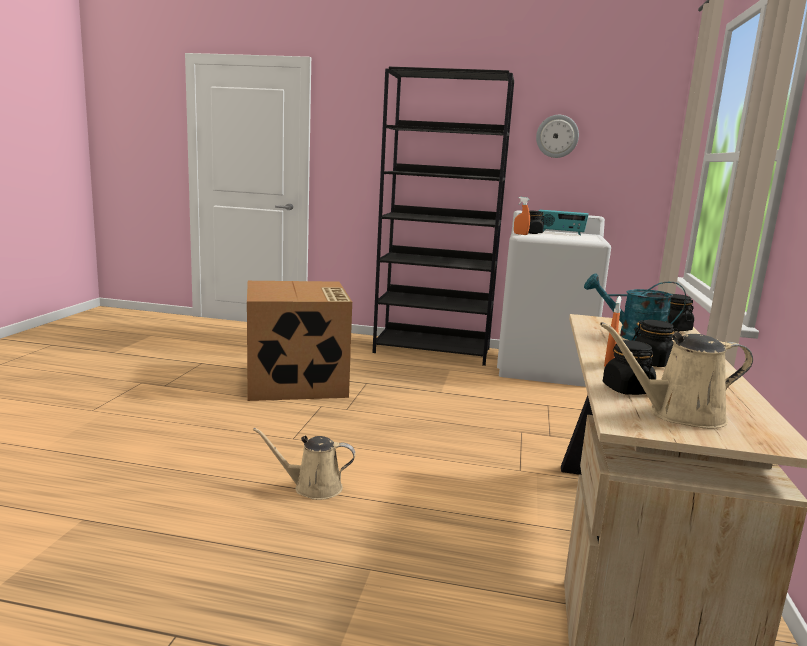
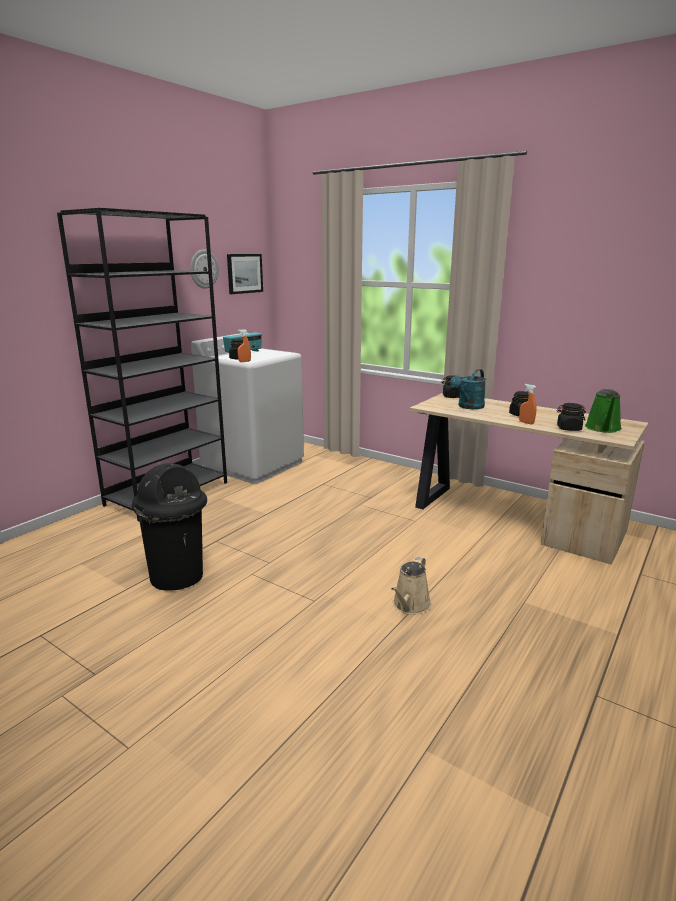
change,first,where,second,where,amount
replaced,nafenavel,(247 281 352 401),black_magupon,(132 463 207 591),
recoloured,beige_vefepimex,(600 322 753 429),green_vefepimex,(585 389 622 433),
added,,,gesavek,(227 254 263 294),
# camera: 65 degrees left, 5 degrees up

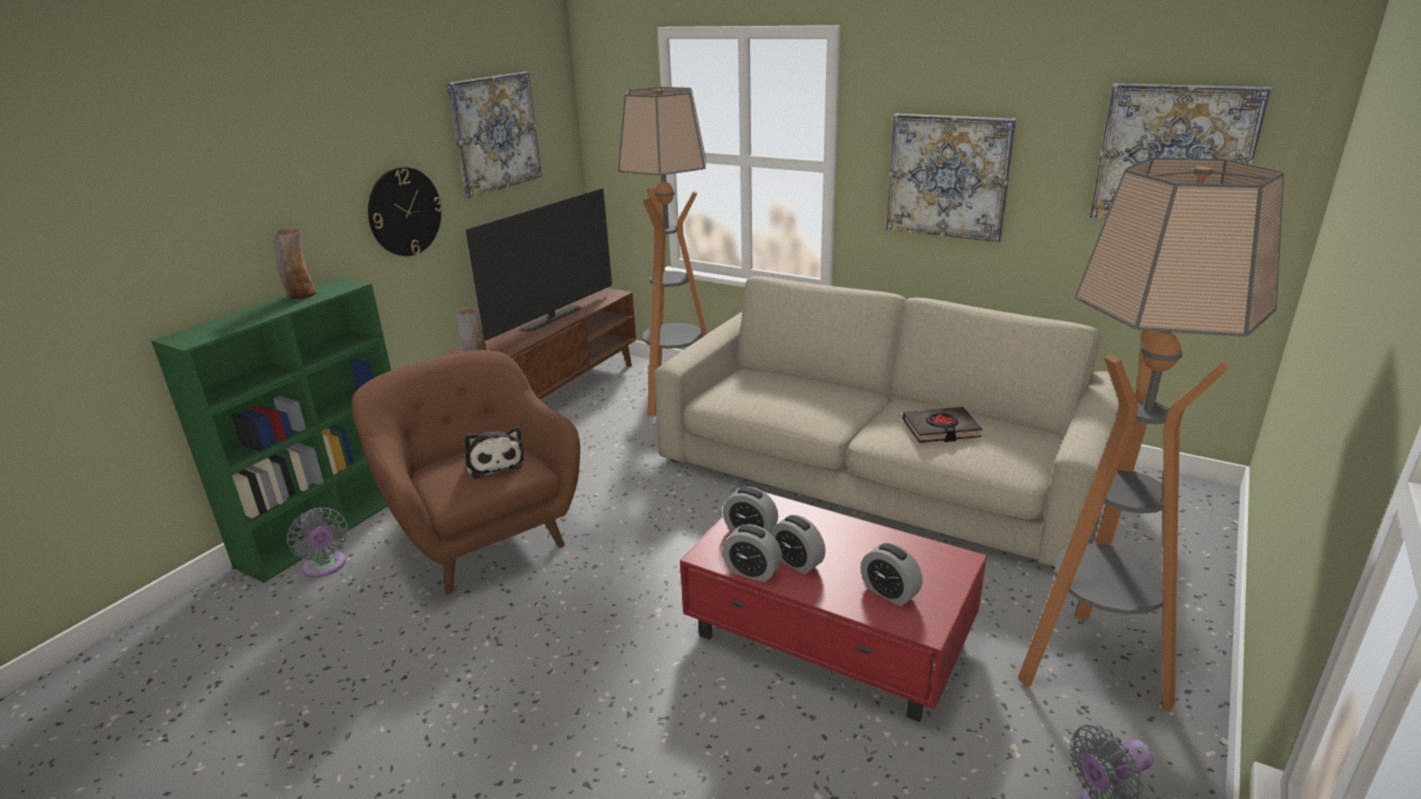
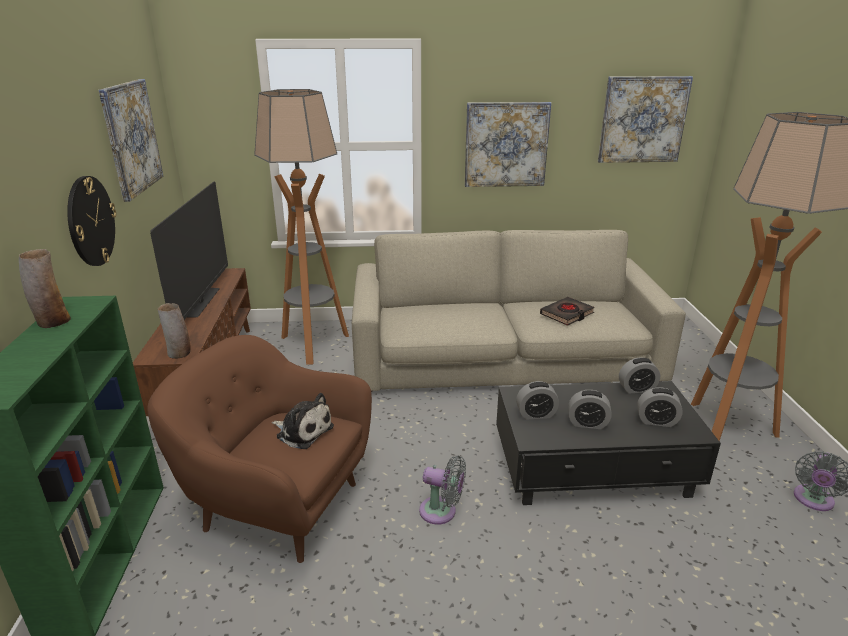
change,first,where,second,where,amount
recoloured,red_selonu,(680 492 987 722),black_selonu,(496 381 721 505),
moved,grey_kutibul,(286 507 348 578),,(419 456 466 525),
moved,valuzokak,(722 524 782 582),,(619 357 660 393),
# camera: 35 degrees left, 0 degrees up

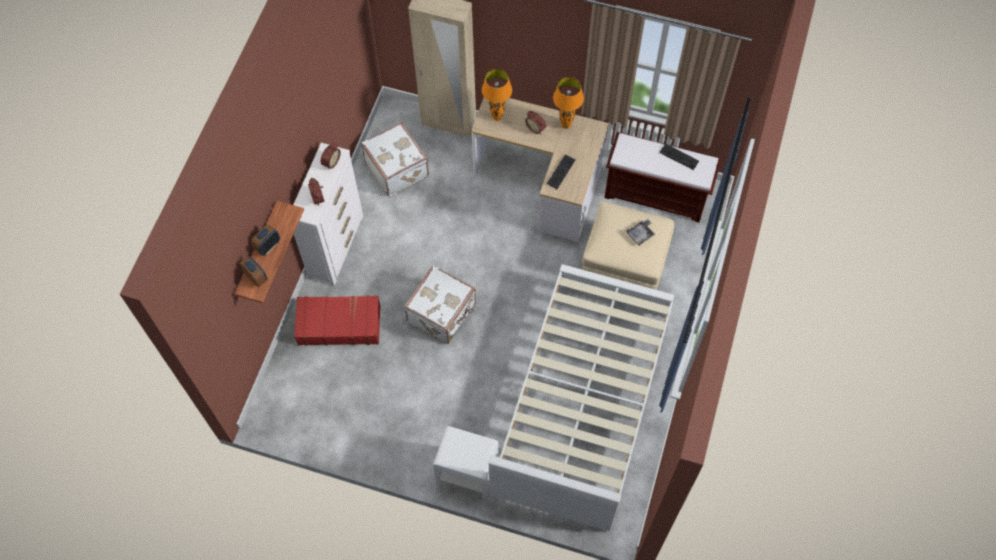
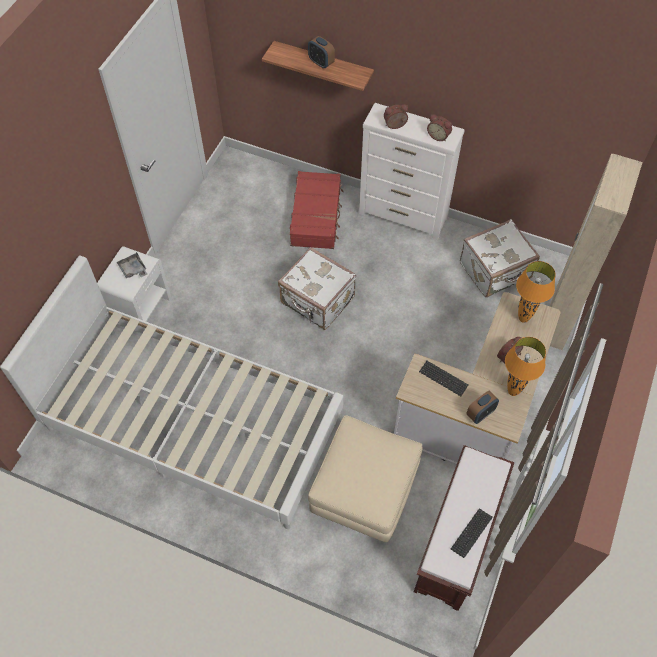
change,first,where,second,where,amount
moved,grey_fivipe,(626 219 655 246),,(117 252 147 278),
moved,valuzokak,(240 256 268 287),,(466 391 499 424),
# camera: 95 degrees right, 5 degrees down

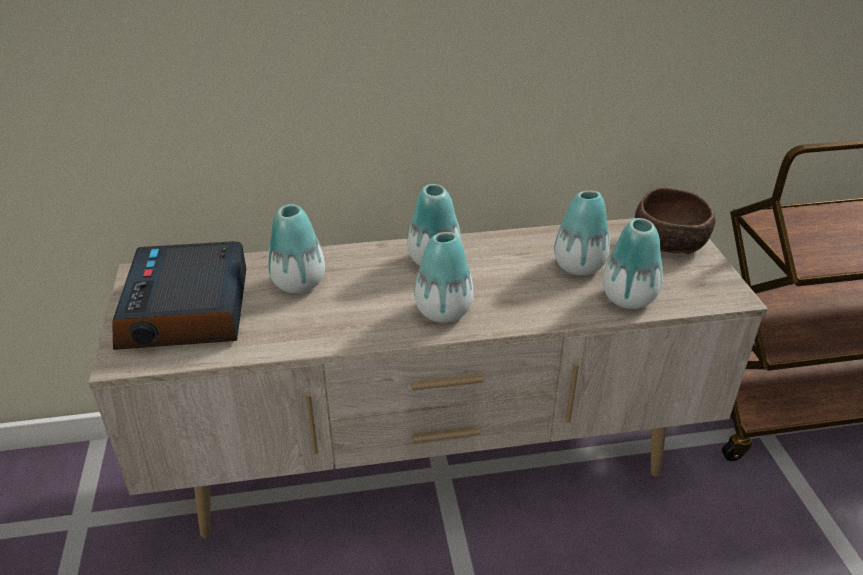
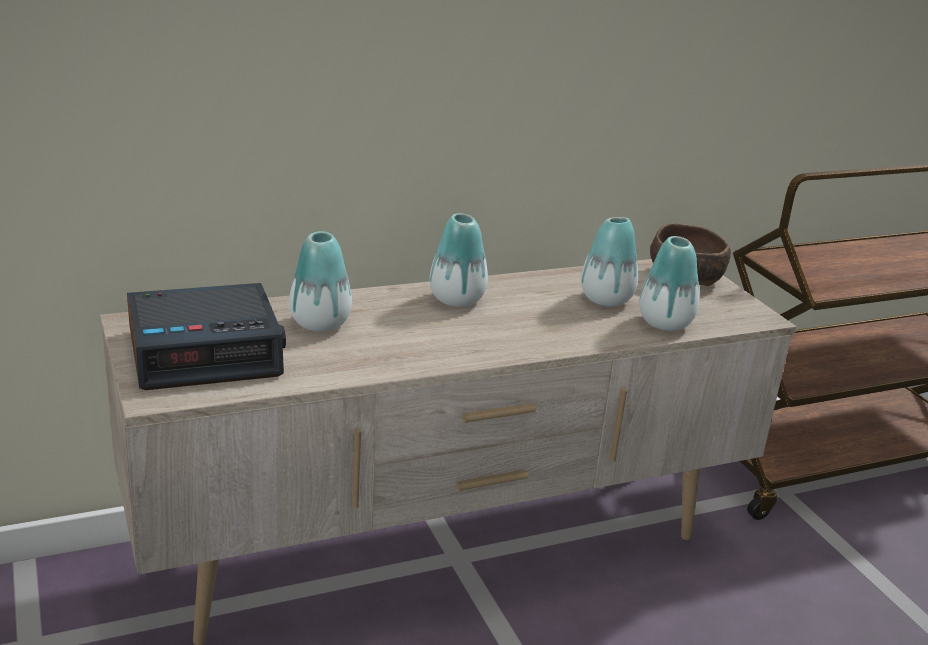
change,first,where,second,where,amount
removed,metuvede,(414 232 474 323),,,
turned,valuzokak,(112 241 246 350),,(127 283 286 390),90 degrees counterclockwise
# camera: 15 degrees left, 10 degrees down

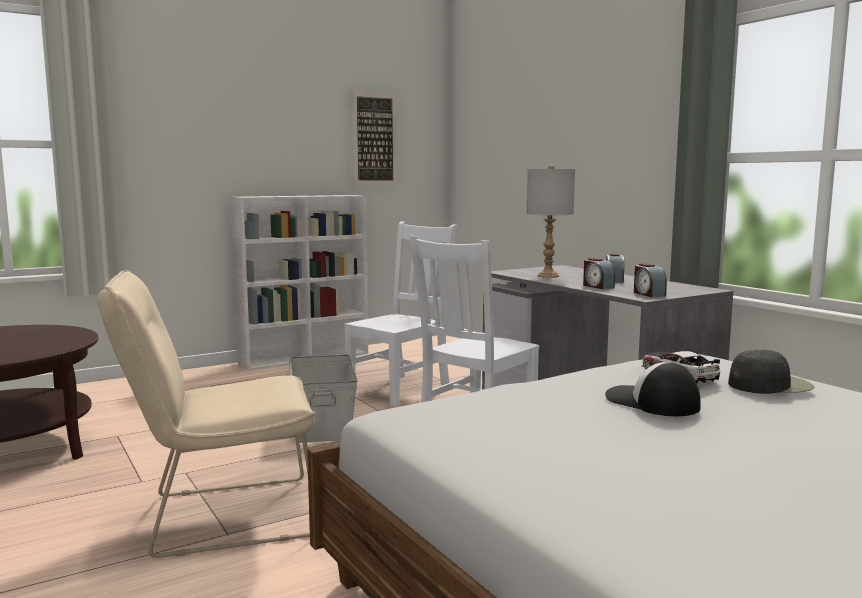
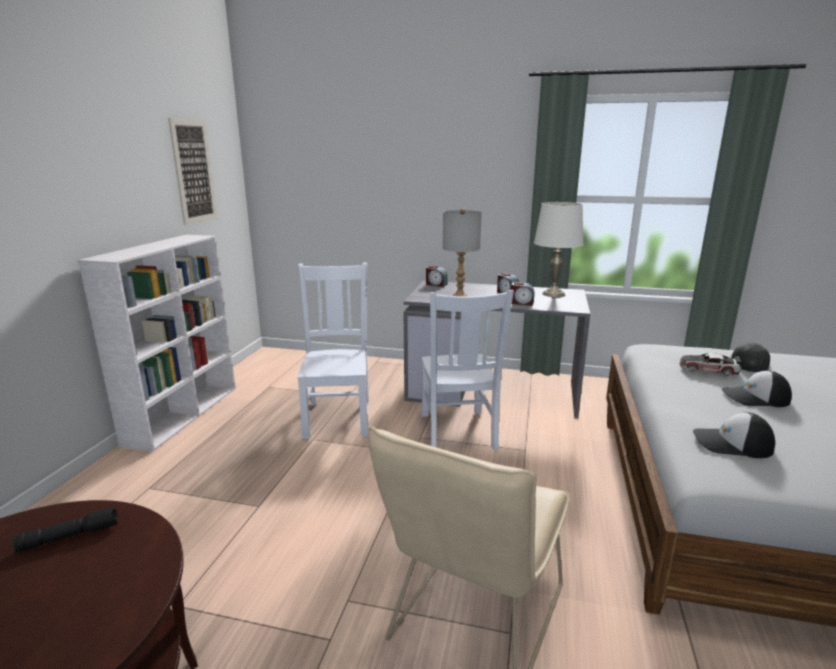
change,first,where,second,where,amount
moved,valuzokak,(634 264 667 297),,(426 266 448 287),
removed,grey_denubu,(289 354 358 443),,,
added,,,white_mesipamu,(534 202 584 297),
added,,,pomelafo,(693 412 775 458),
added,,,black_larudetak,(12 507 118 552),
# camera: 45 degrees left, 10 degrees up

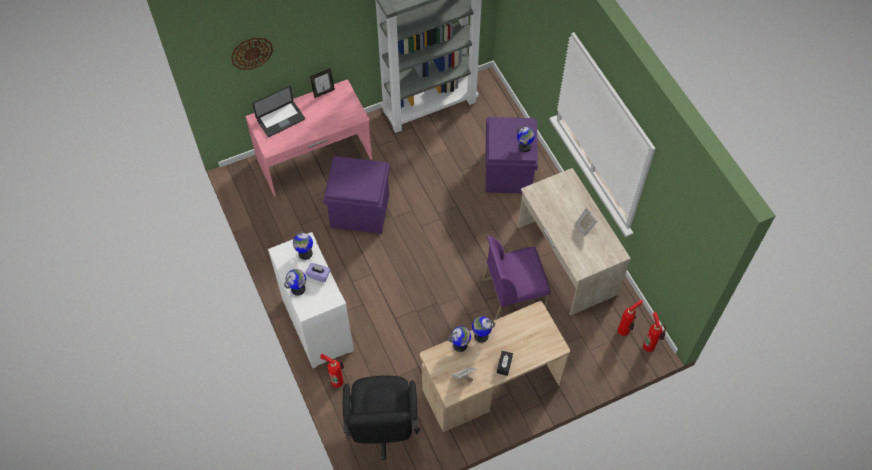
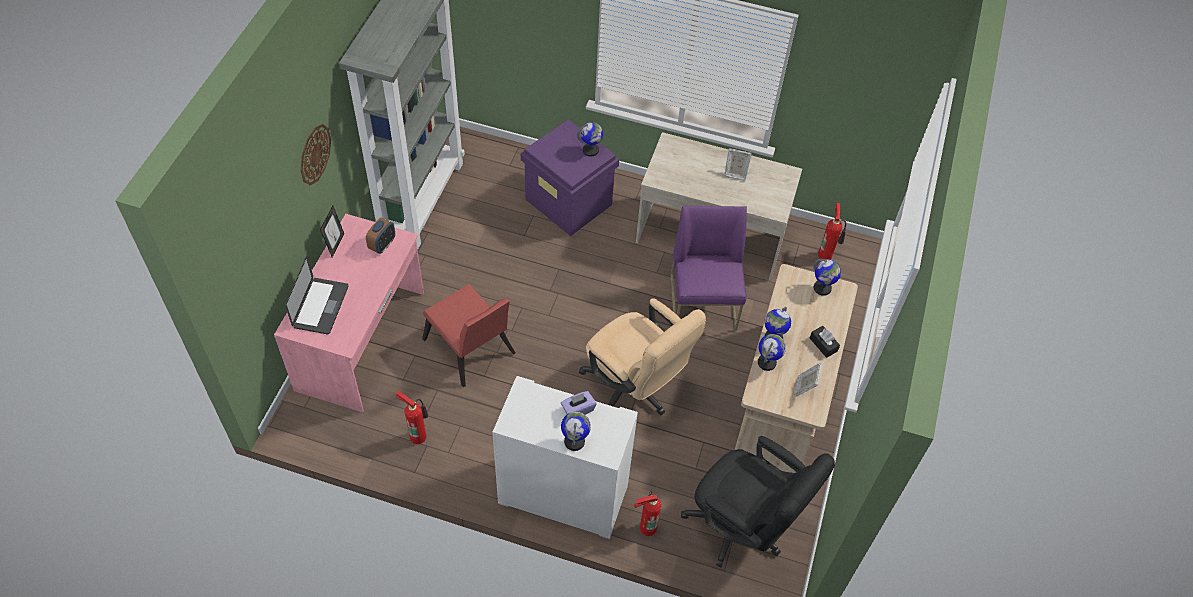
change,first,where,second,where,amount
moved,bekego,(231 37 273 70),,(301 124 331 186),
replaced,purple_denubu,(323 156 390 234),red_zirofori,(422 284 516 388),
moved,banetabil,(293 230 313 260),,(813 259 841 296),
turned,purple_zirofori,(482 236 550 320),,(671 206 747 331),150 degrees clockwise
moved,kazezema,(643 312 666 352),,(396 391 428 444),
added,,,valuzokak,(366 218 395 254),
added,,,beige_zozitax,(579 298 706 415),
# camera: 50 degrees left, 5 degrees down

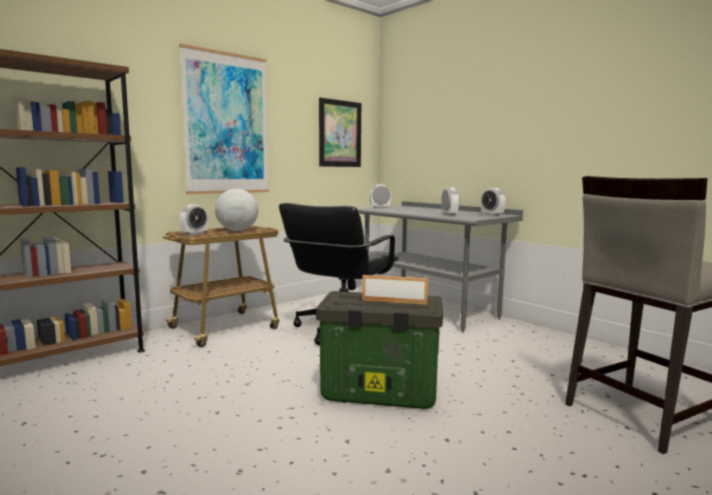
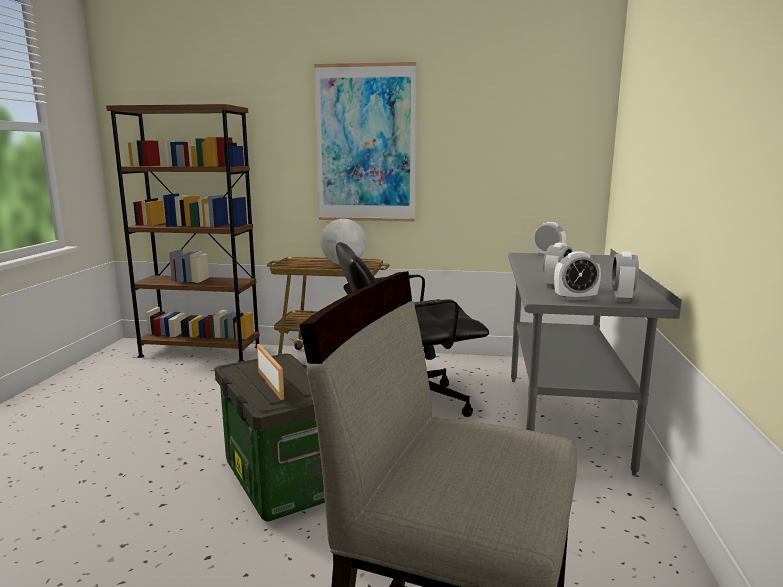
change,first,where,second,where,amount
removed,gesavek,(319 98 361 167),,,
moved,valuzokak,(180 204 208 235),,(554 251 601 301),
# camera: 50 degrees right, 5 degrees up

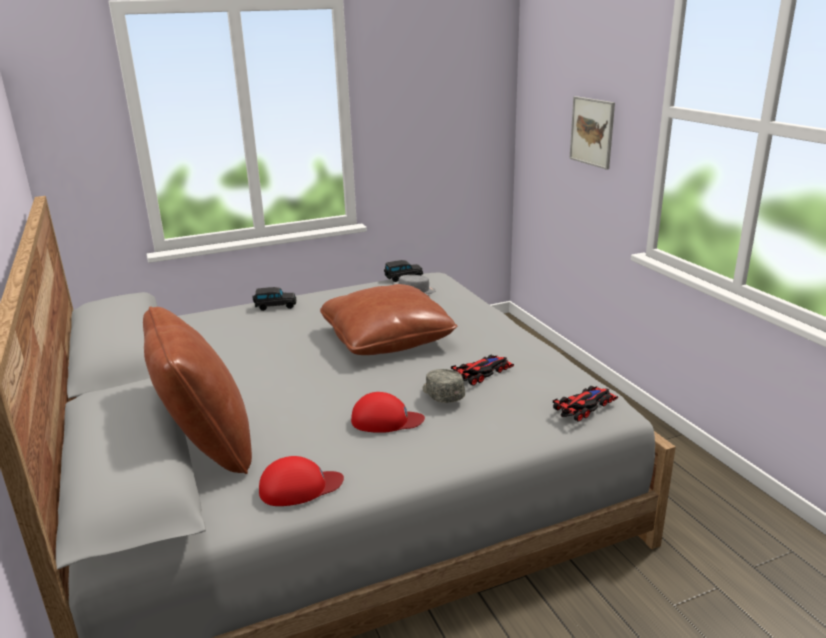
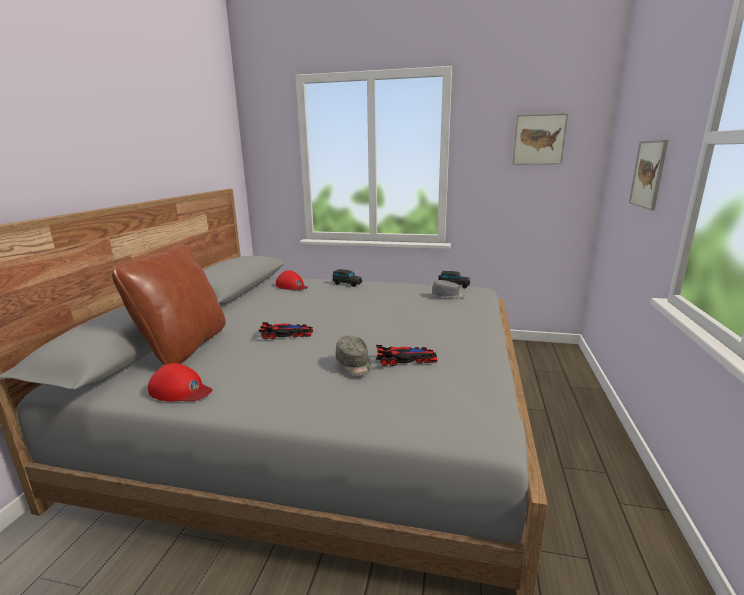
change,first,where,second,where,amount
removed,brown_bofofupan,(320 284 457 355),,,
turned,grey_pomelafo,(423 369 465 403),,(336 336 371 376),150 degrees clockwise
moved,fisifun,(553 386 618 422),,(259 322 313 339),
moved,red_pomelafo,(351 392 425 433),,(276 270 308 291),
added,,,gesavek,(512 113 568 165),
# camera: 35 degrees right, 5 degrees down

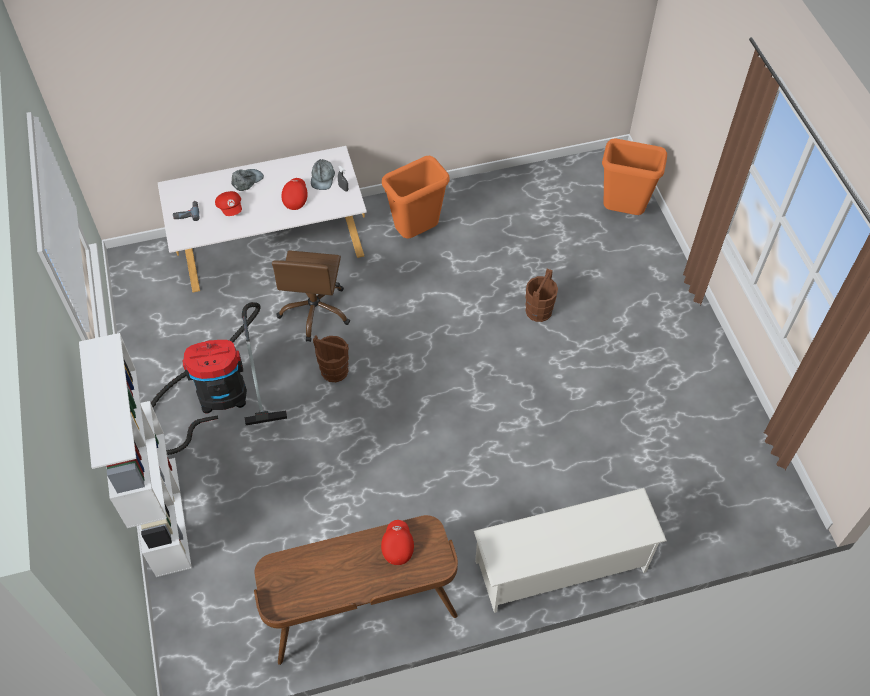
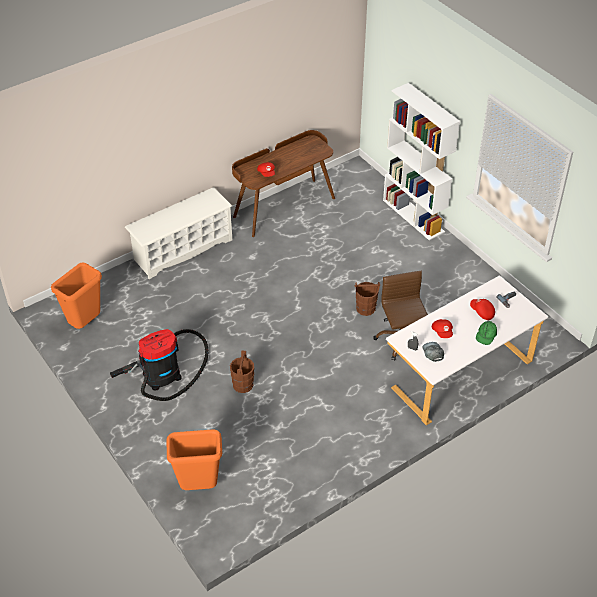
change,first,where,second,where,amount
moved,orange_magupon,(382 156 449 238),,(51 262 102 329),
recoloured,grey_pomelafo,(231 169 264 191),green_pomelafo,(476 321 497 345),
moved,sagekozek,(151 302 287 455),,(110 329 208 401),
# camera: 160 degrees right, 10 degrees down

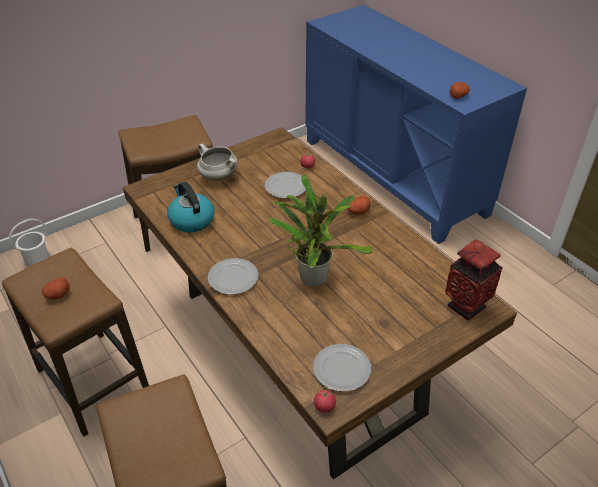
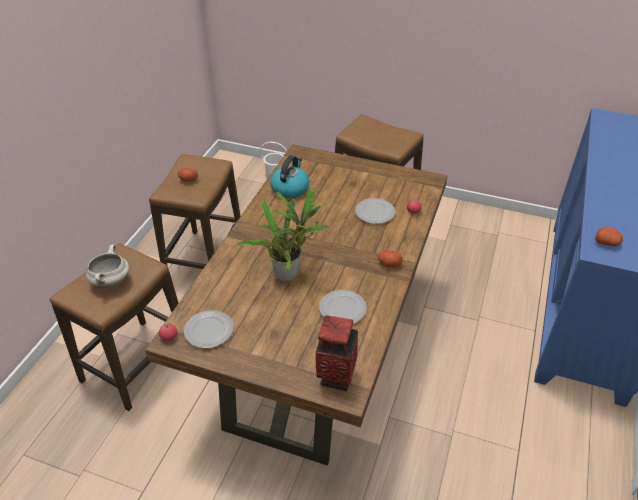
change,first,where,second,where,amount
moved,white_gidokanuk,(197 144 238 181),,(86 245 129 288),
moved,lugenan,(208 258 259 294),,(319 290 367 324),
# camera: 55 degrees right, 0 degrees up

